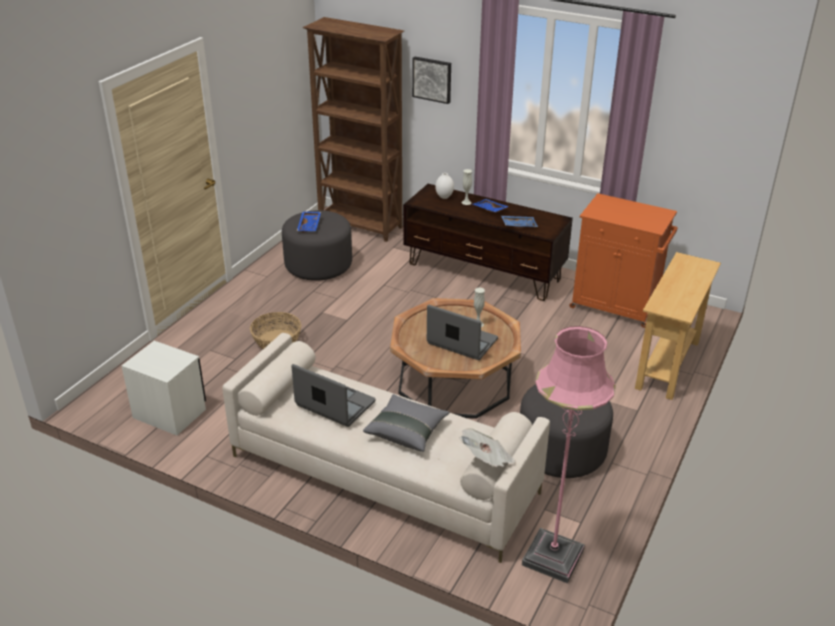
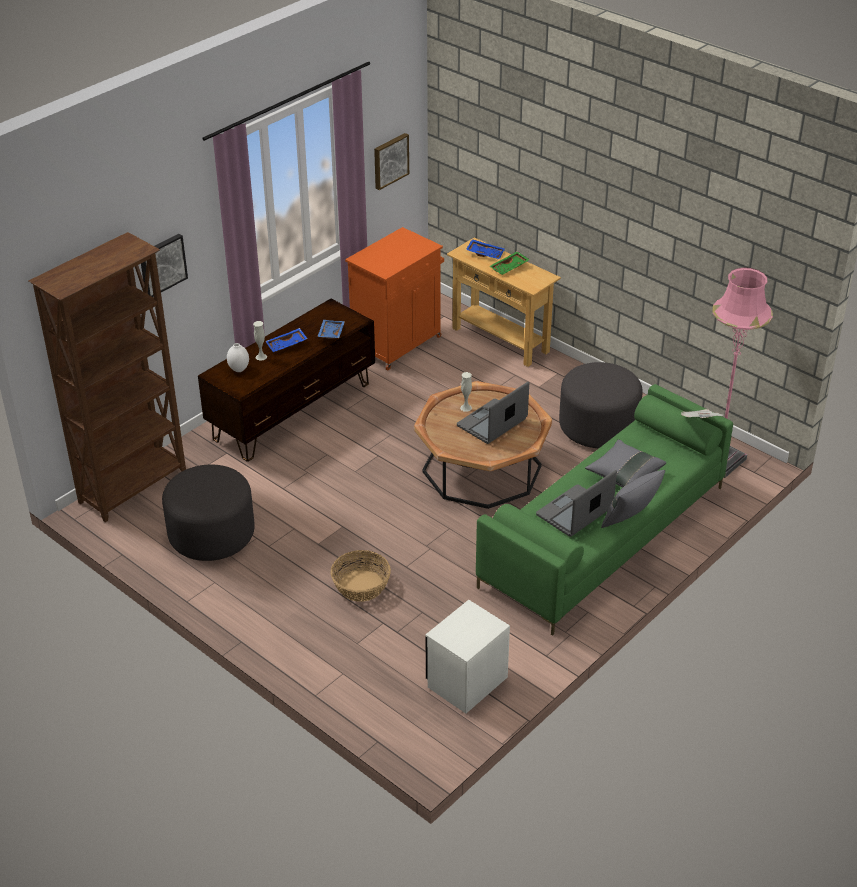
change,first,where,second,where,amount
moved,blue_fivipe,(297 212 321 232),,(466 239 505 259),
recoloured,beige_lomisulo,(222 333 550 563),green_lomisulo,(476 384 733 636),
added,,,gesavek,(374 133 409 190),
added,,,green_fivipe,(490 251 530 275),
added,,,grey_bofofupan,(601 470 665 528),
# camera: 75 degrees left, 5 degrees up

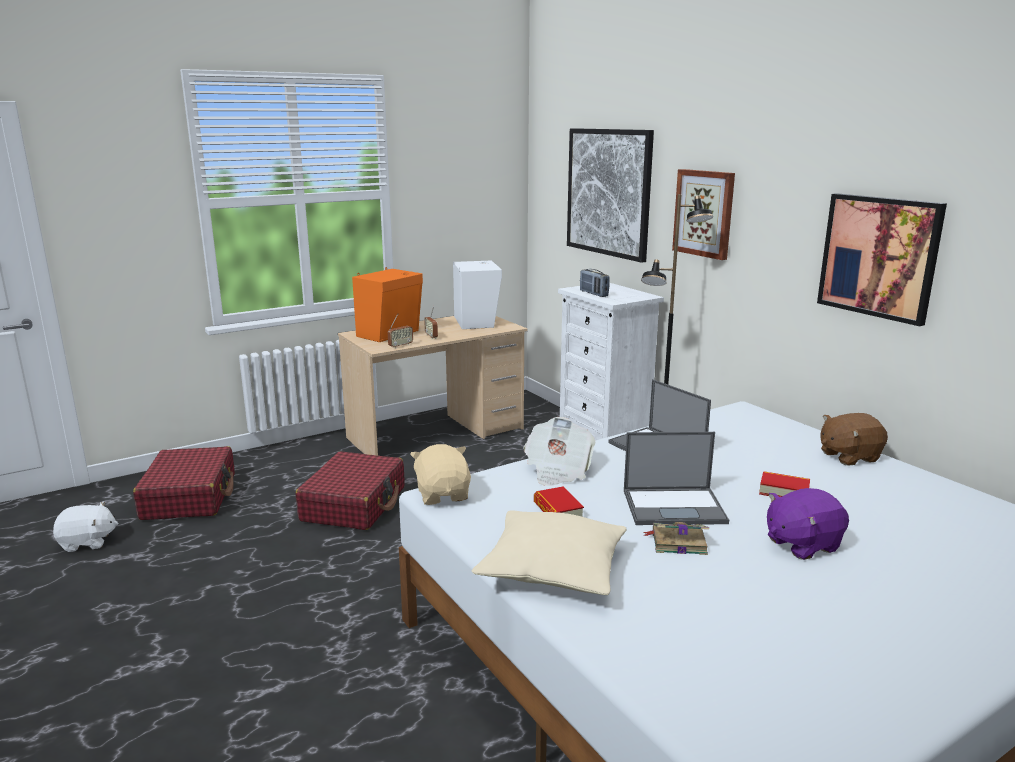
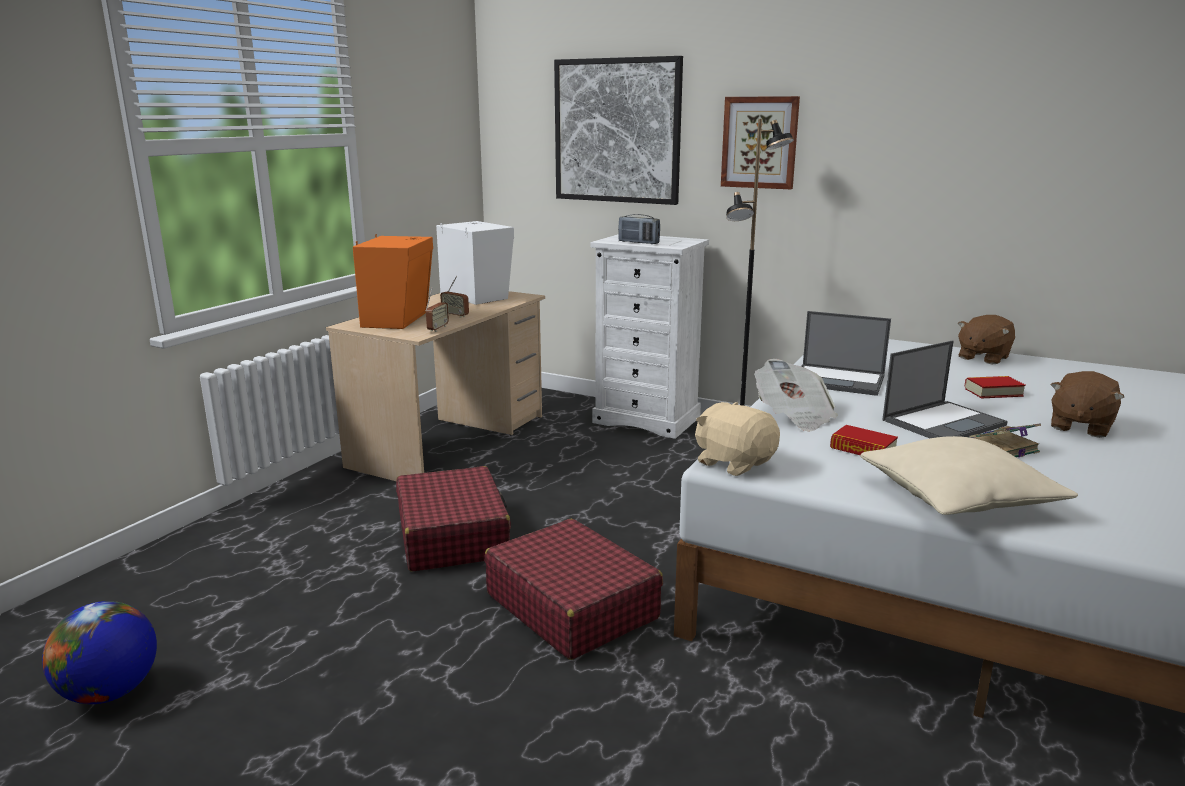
change,first,where,second,where,amount
removed,gesavek,(817 193 947 326),,,
moved,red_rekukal,(133 446 235 520),,(485 519 663 660),
recoloured,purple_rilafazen,(767 488 849 560),brown_rilafazen,(1051 371 1124 438),
replaced,white_rilafazen,(53 501 118 552),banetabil,(42 601 157 704),
# camera: 30 degrees left, 0 degrees up

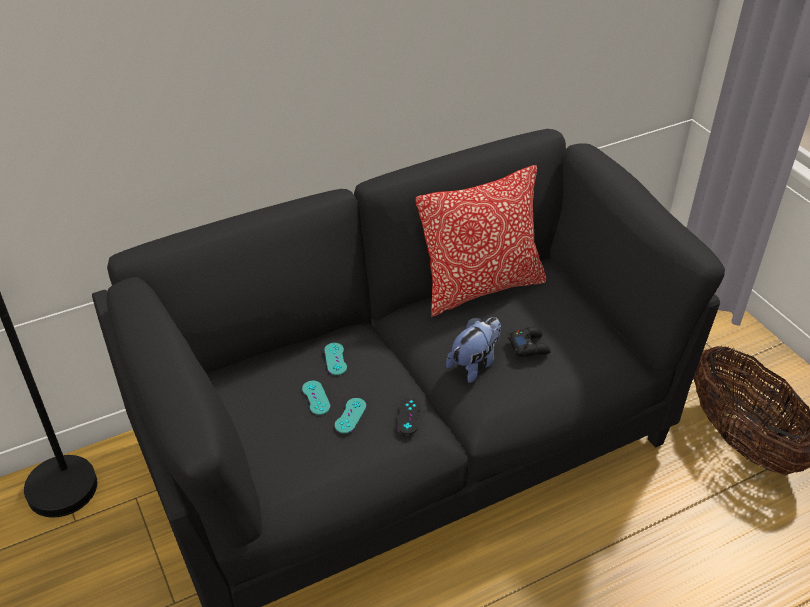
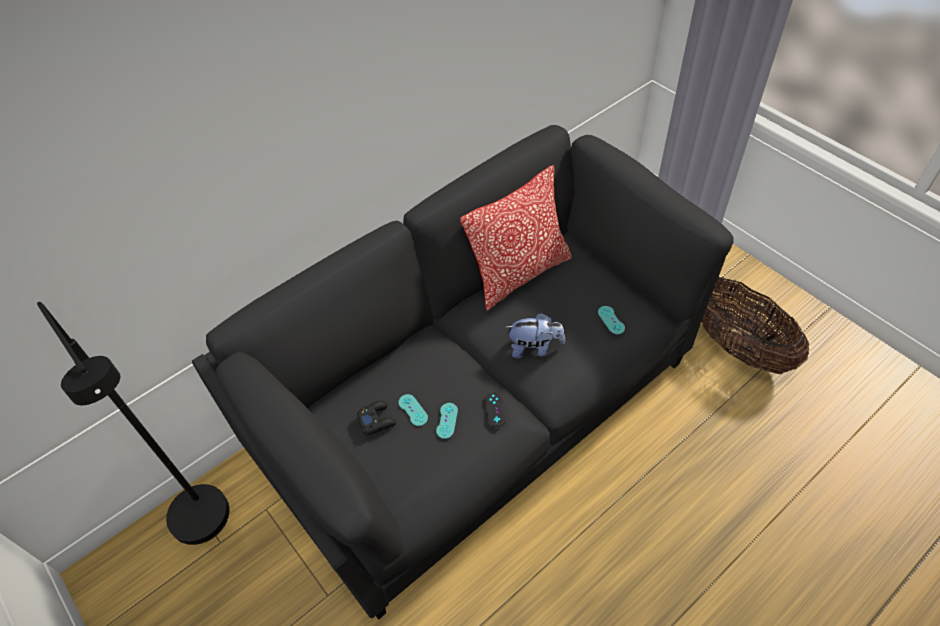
change,first,where,second,where,amount
turned,rilafazen,(446 317 501 383),,(506 313 565 358),60 degrees clockwise
moved,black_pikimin,(508 327 551 357),,(356 401 396 435),
moved,turquoise_pikimin,(324 343 347 375),,(598 306 625 334),
# camera: 10 degrees left, 10 degrees up

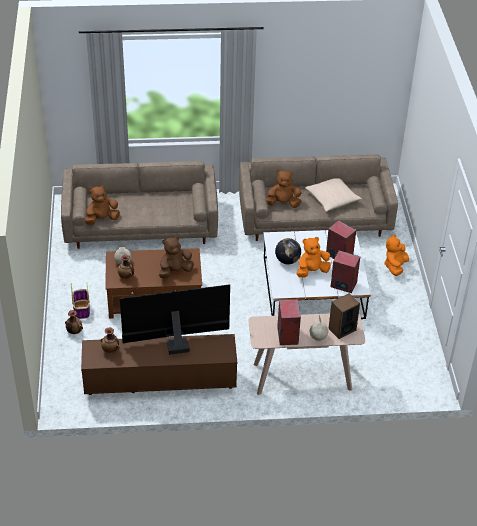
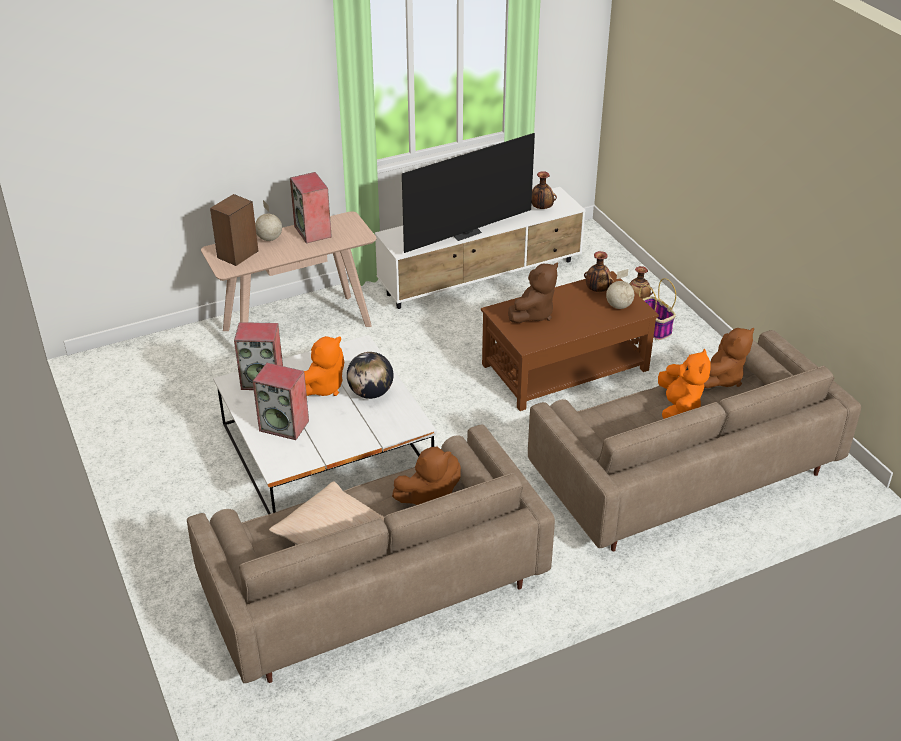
change,first,where,second,where,amount
moved,orange_rilafazen,(384 234 409 276),,(658 348 711 419),
recoloured,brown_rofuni,(81 334 237 395),white_rofuni,(375 187 586 309),
# camera: 160 degrees right, 5 degrees down

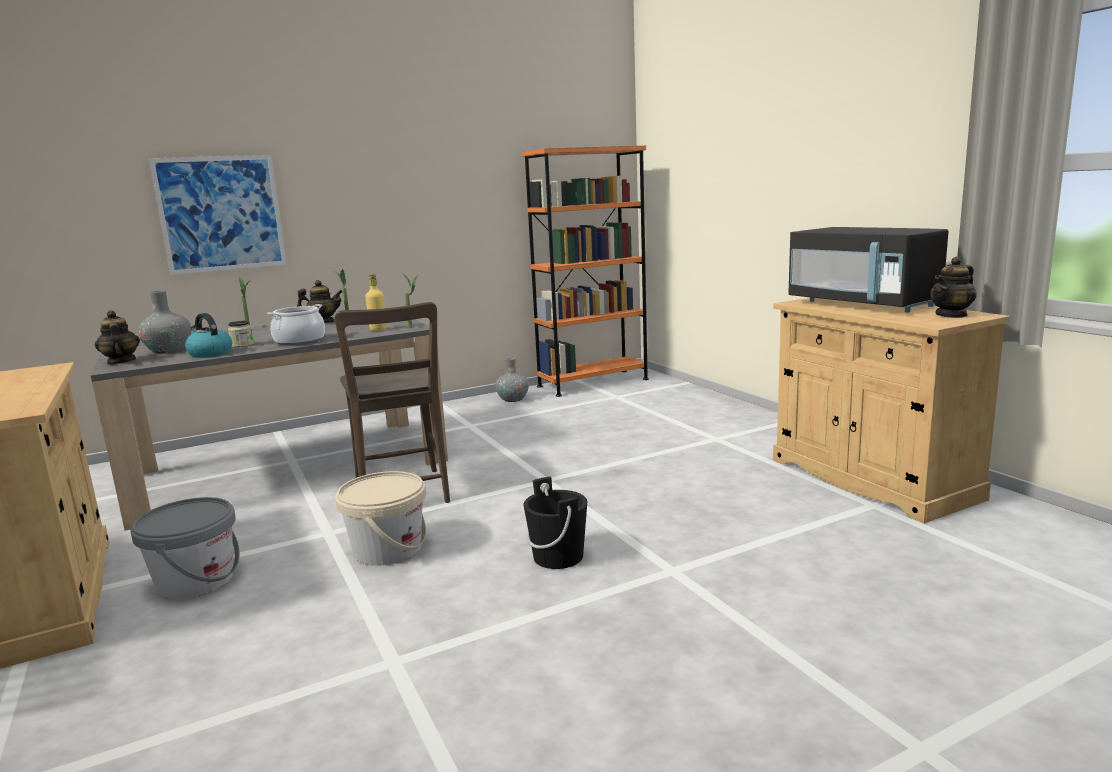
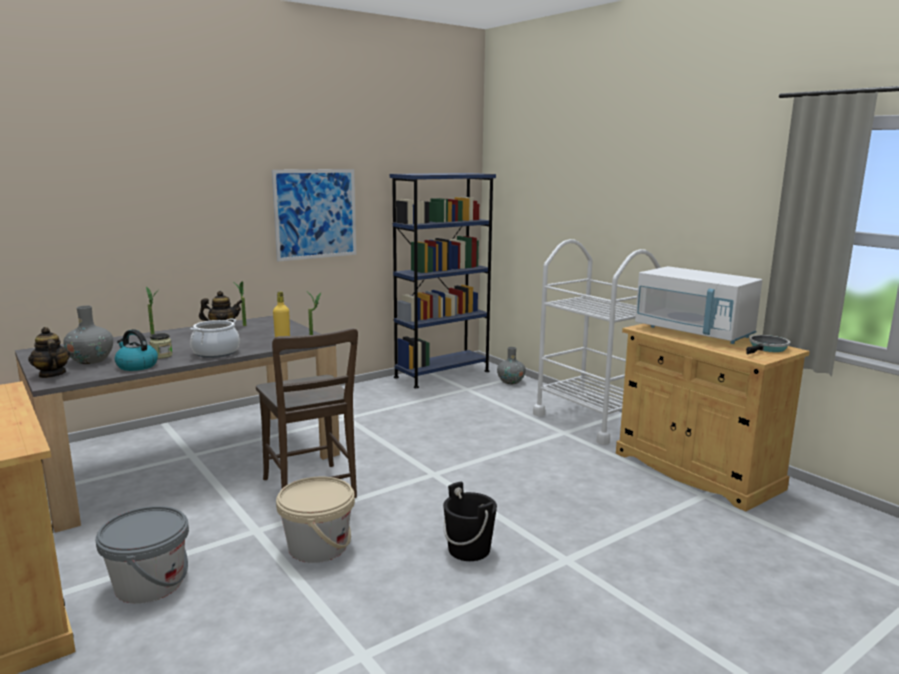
change,first,where,second,where,amount
recoloured,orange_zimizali,(522 146 649 397),blue_zimizali,(390 173 496 388),
moved,gesavek,(149 155 287 275),,(272 169 356 261),
recoloured,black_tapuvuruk,(788 227 949 312),white_tapuvuruk,(635 266 762 344),
replaced,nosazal,(930 257 976 318),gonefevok,(746 335 790 354),
moved,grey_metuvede,(495 358 529 402),,(497 347 526 384),
added,,,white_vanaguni,(533 239 661 445),
# camera: 10 degrees left, 0 degrees up

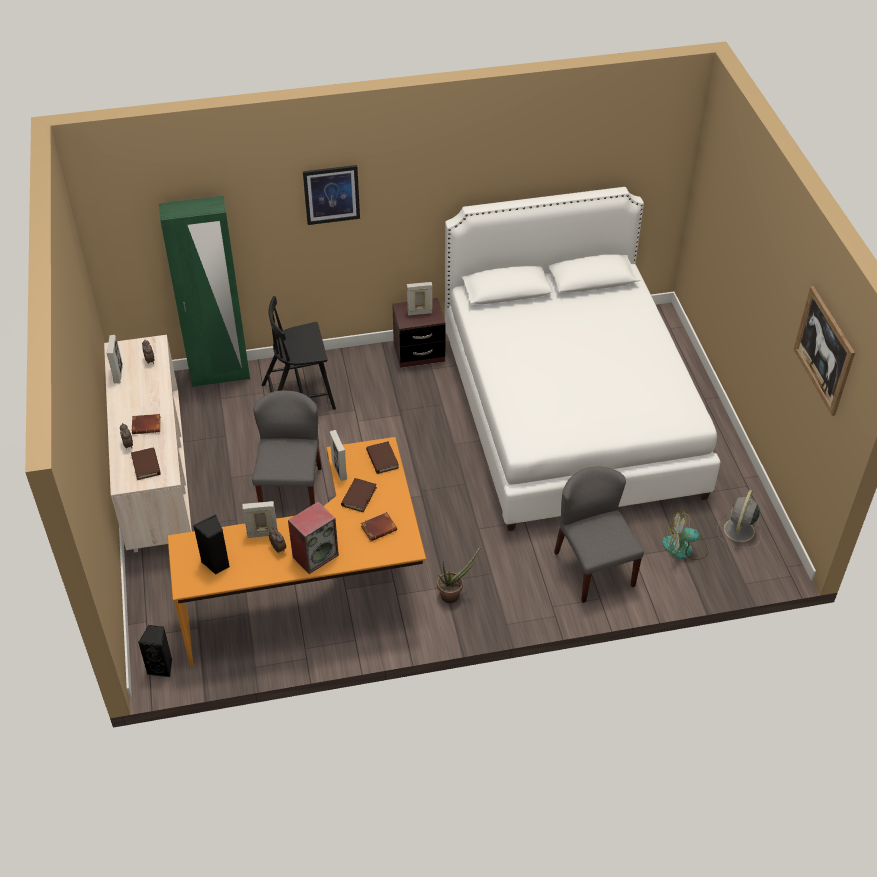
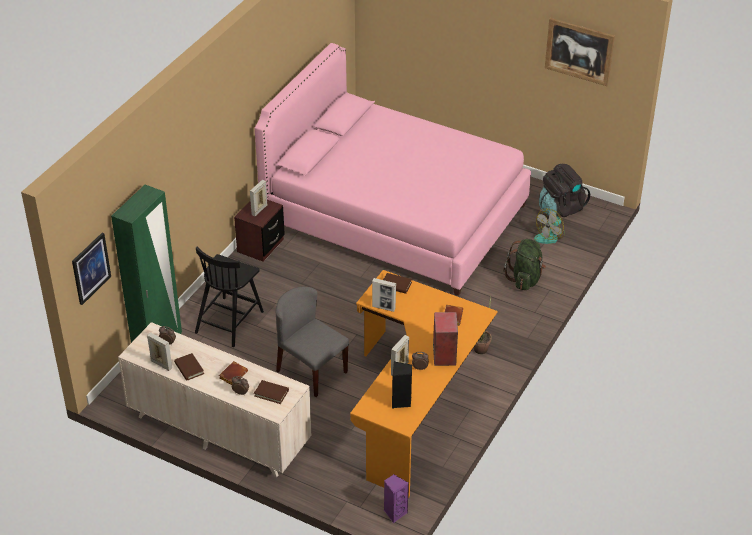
change,first,where,second,where,amount
moved,gesavek,(303 165 360 225),,(72 233 111 305),
recoloured,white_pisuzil,(445 187 721 531),pink_pisuzil,(255 43 531 296),
replaced,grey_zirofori,(554 466 644 603),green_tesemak,(503 239 546 290),
moved,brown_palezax,(341 478 377 512),,(174 353 204 381),
replaced,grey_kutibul,(717 490 761 549),black_tesemak,(539 164 590 217),
recoloured,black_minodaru,(138 625 172 677),purple_minodaru,(384 474 409 523),
# camera: 50 degrees left, 5 degrees down

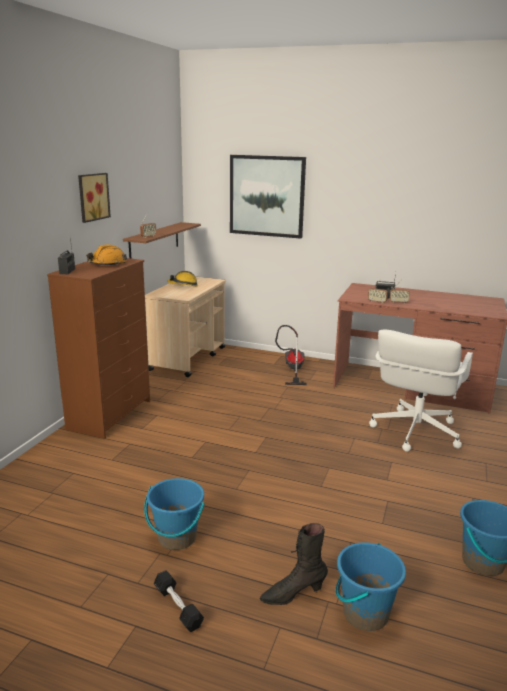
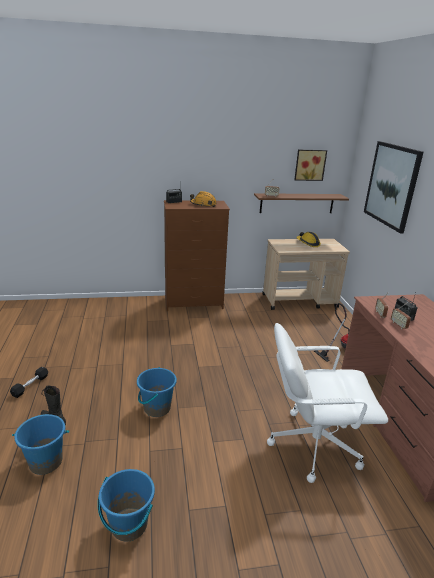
change,first,where,second,where,amount
moved,gesavek,(78 173 111 223),,(294 149 327 181),
moved,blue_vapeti,(144 478 205 550),,(137 367 177 417),
# camera: 60 degrees right, 5 degrees up

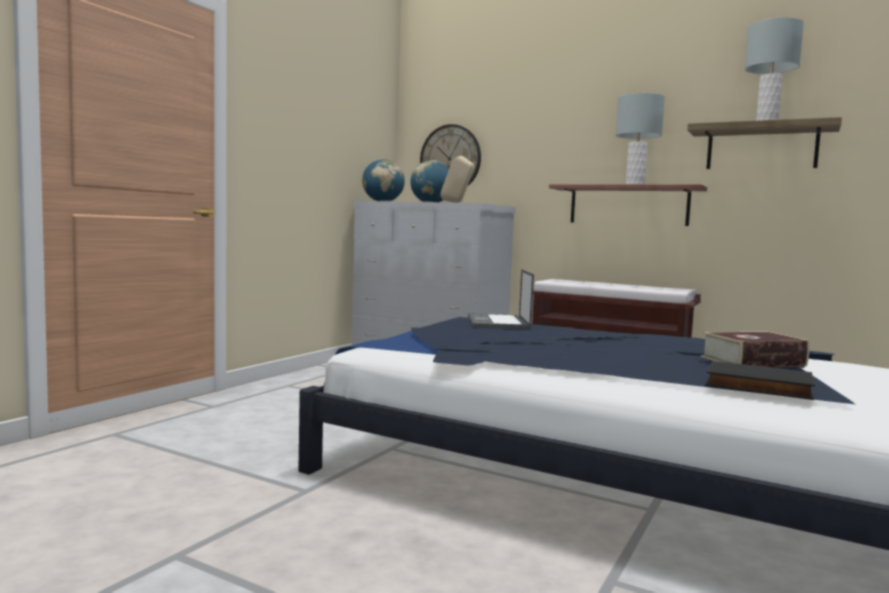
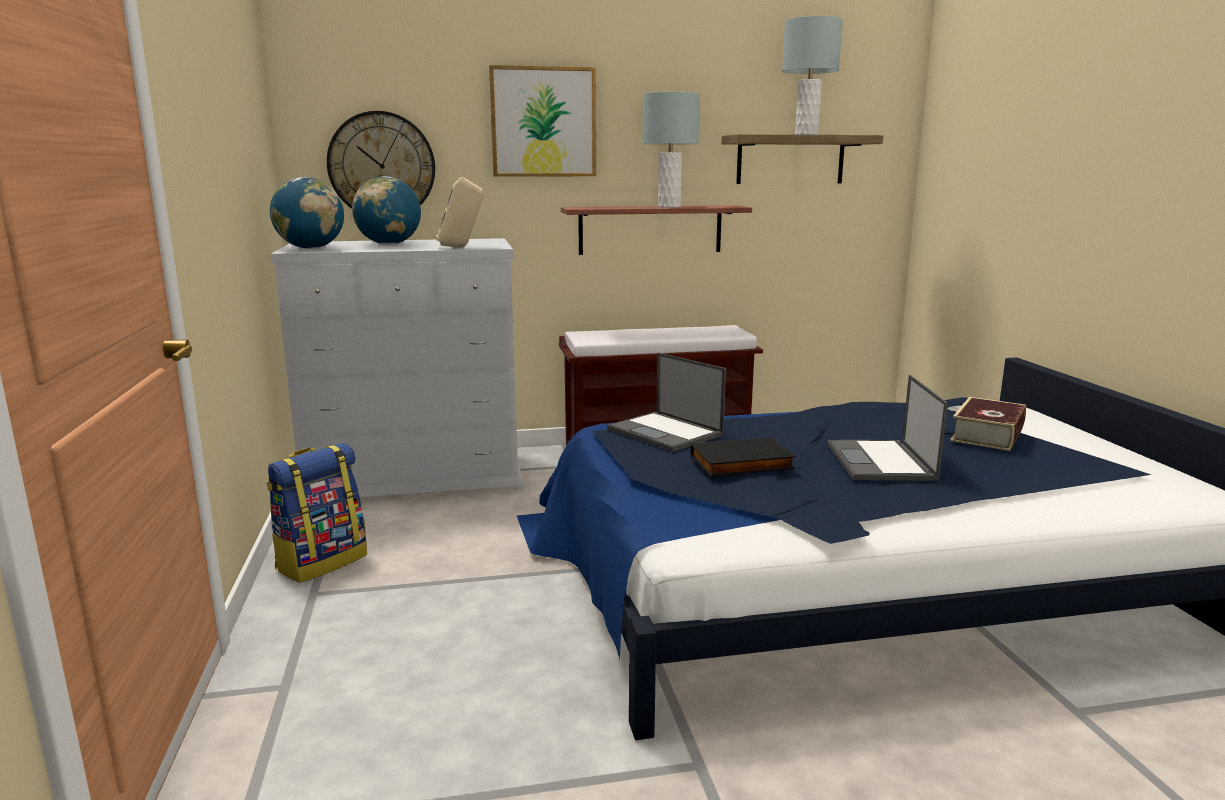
change,first,where,second,where,amount
moved,black_palezax,(706 361 815 400),,(690 437 796 477),
added,,,gesavek,(489 65 596 177),
added,,,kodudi,(827 375 948 481),
added,,,tesemak,(266 443 367 583),
# camera: 40 degrees left, 10 degrees up

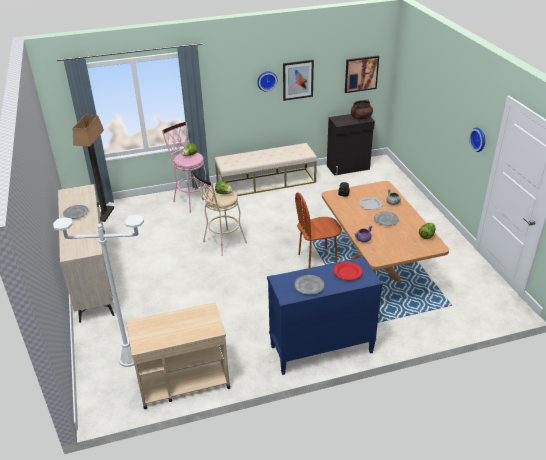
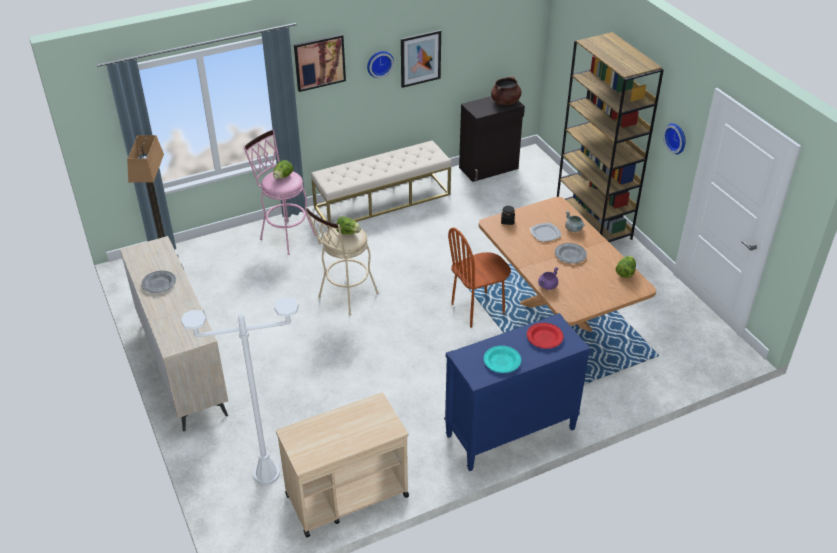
change,first,where,second,where,amount
moved,gesavek,(345 56 379 93),,(294 34 346 92),
recoloured,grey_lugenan,(295 275 324 295),turquoise_lugenan,(484 346 521 373),
added,,,brown_zimizali,(557 32 664 242),
# camera: 10 degrees left, 5 degrees up

